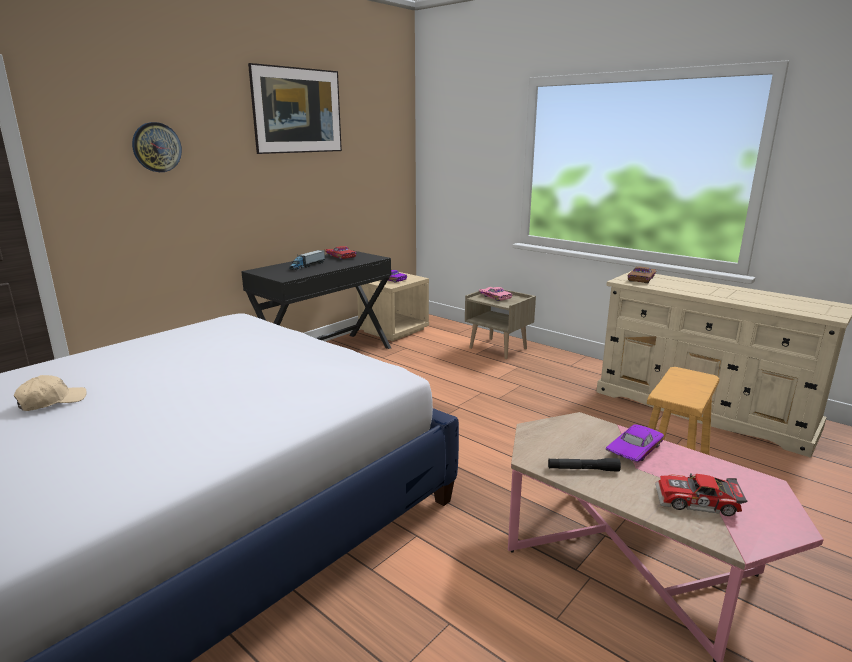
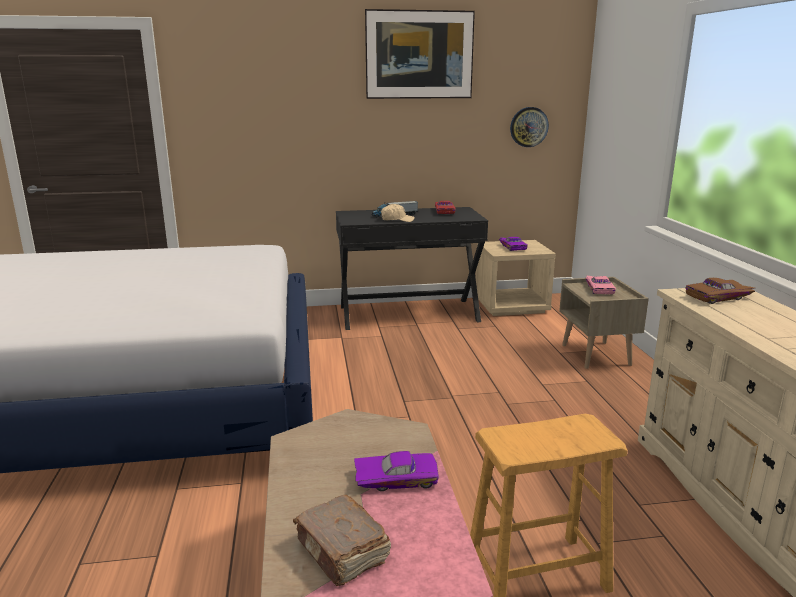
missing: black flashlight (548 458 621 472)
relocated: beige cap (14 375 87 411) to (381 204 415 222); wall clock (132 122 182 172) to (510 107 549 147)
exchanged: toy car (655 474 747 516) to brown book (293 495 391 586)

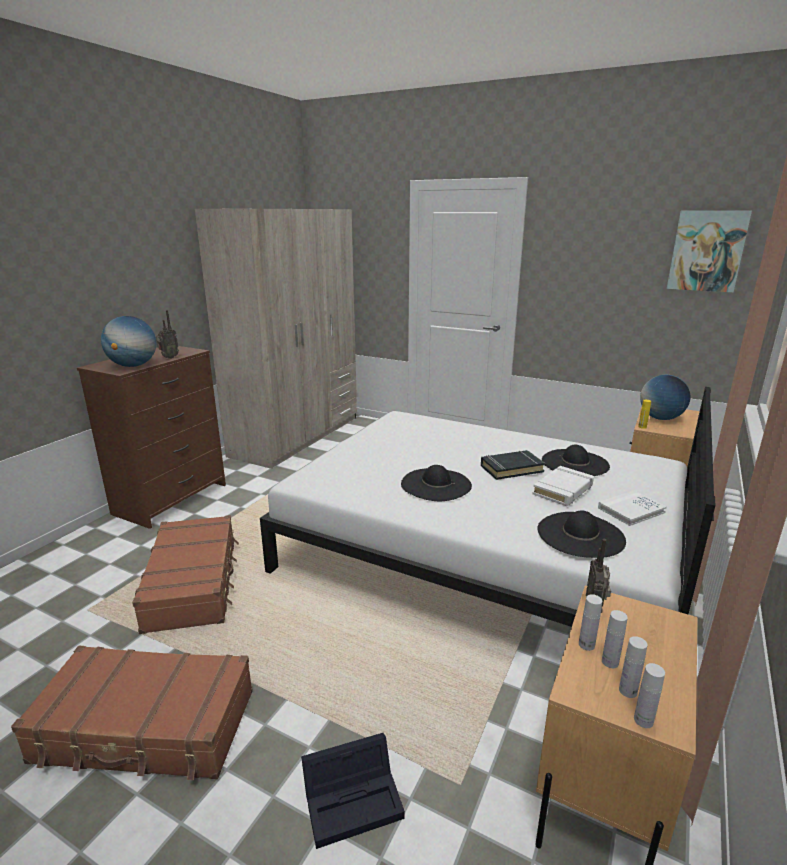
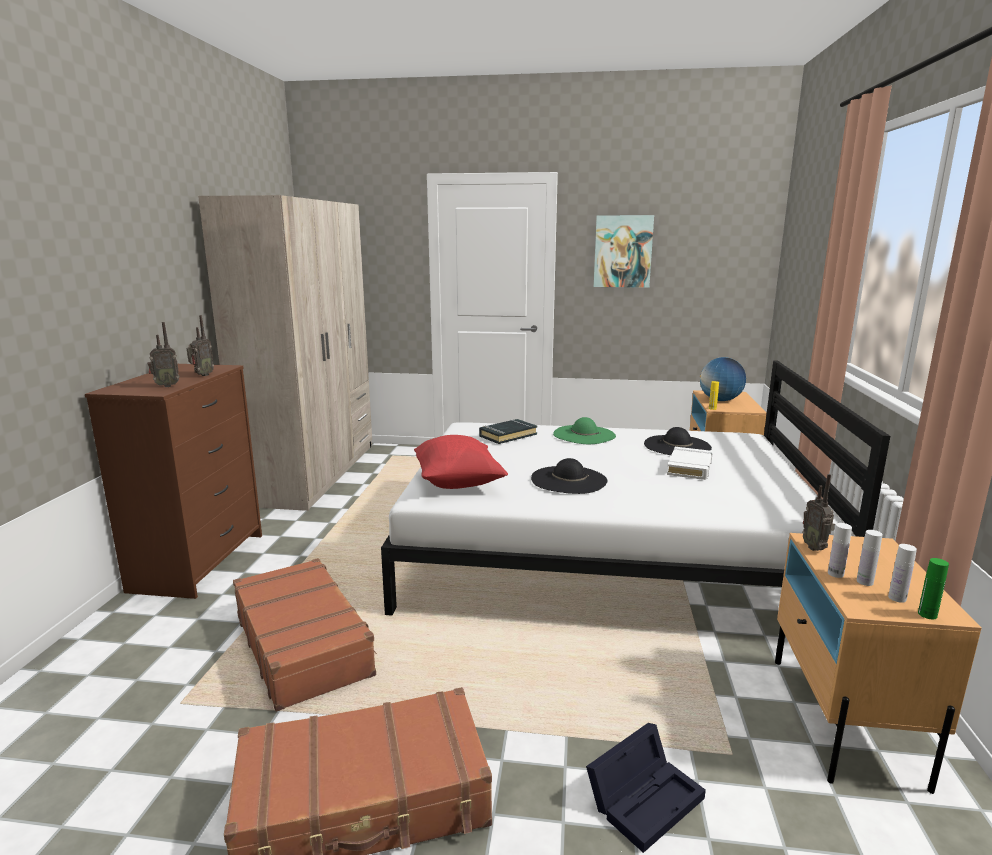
missing: black hat (537 510 626 558); white book (598 491 667 526)
appeared: red pillow (414 435 508 489); green hat (553 417 616 444)
relocated: black book (481 450 545 480) to (479 419 537 444); picture (667 211 752 293) to (594 215 654 288)
exchanged: globe (101 316 156 367) to radio (147 322 180 387)
colour: white bottle (634 663 665 728) to green bottle (918 558 949 619)

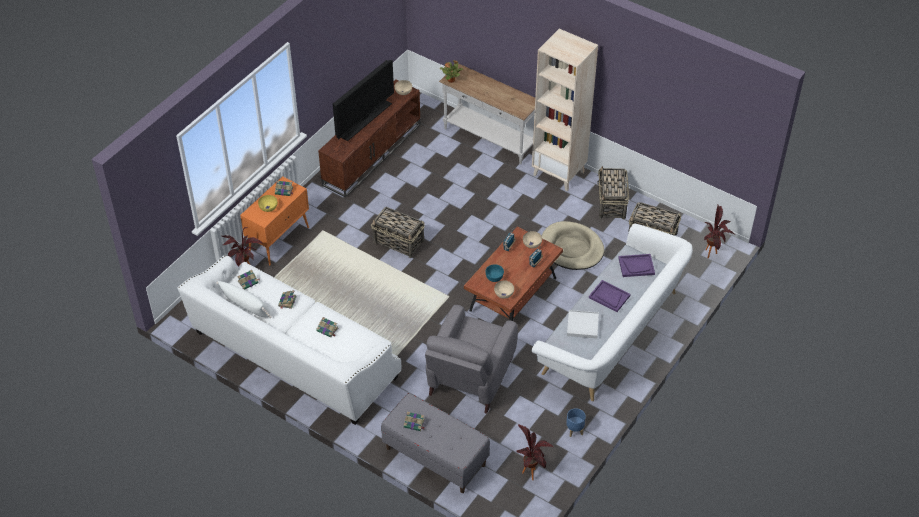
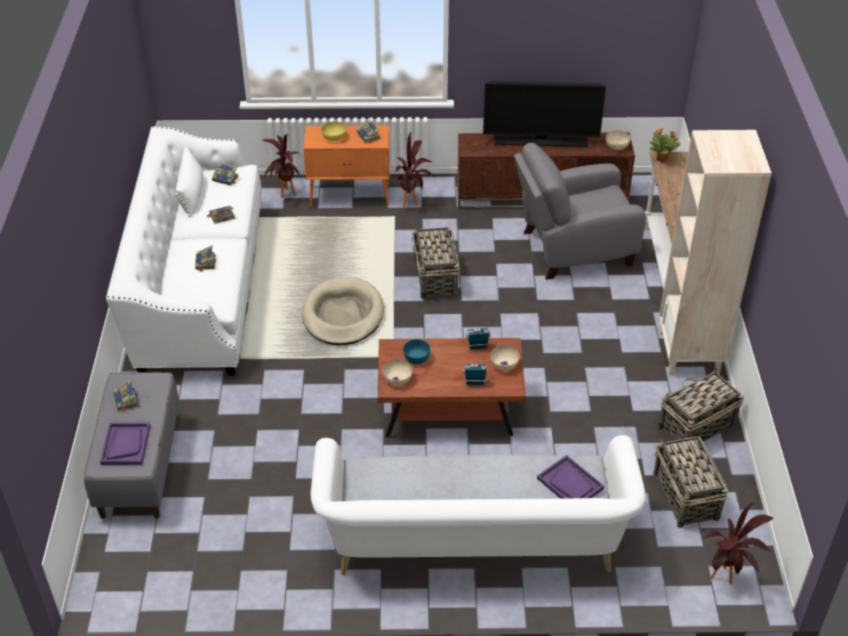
missing: blue planter (566 408 586 437); white tray (567 310 599 339)
relocated: purple tray (589 280 631 312) to (100 423 150 465); beige dog bed (541 221 604 270) to (302 277 384 345); potted plant (516 424 553 480) to (396 133 435 208); grey armchair (425 305 518 414) to (514 143 646 280)

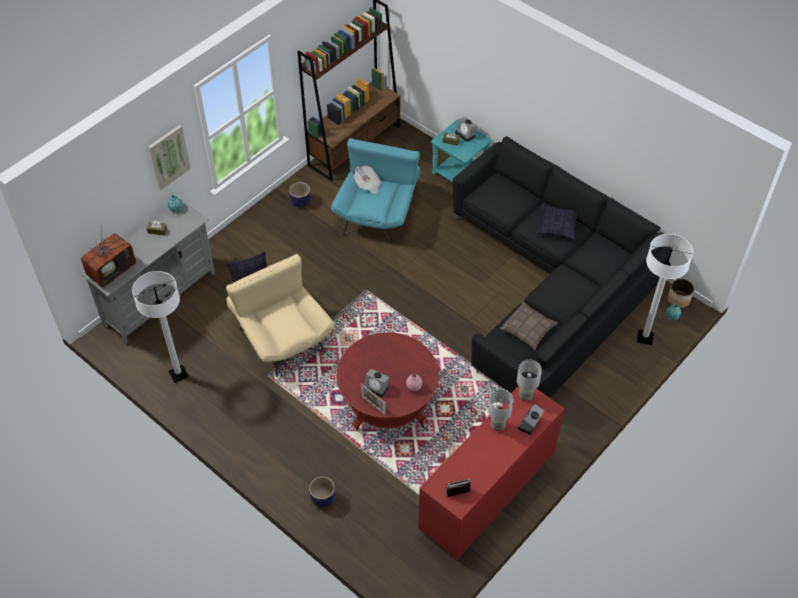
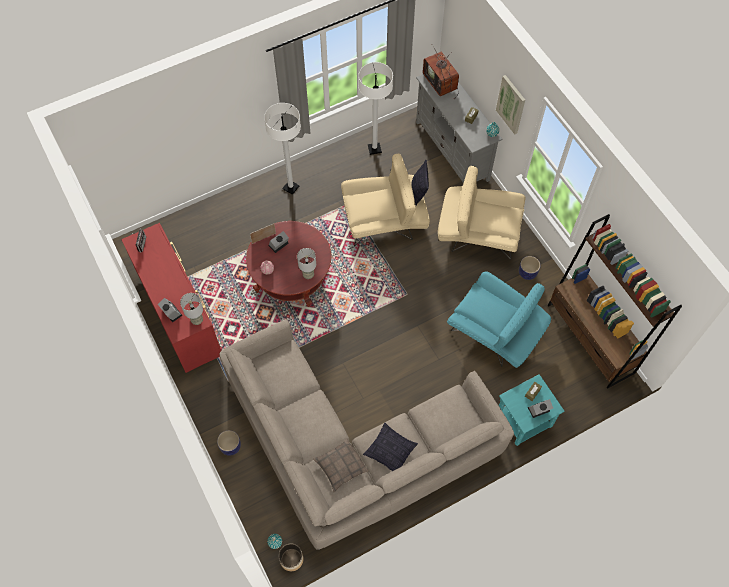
missing: newspaper (354 166 381 194)
appeared: beige armchair (438 166 526 260)
relocated: planter (309 476 335 507) to (217 430 241 456); white floor lamp (637 234 693 345) to (264 103 301 195); grey table lamp (488 390 513 431) to (297 248 316 279); pillow (500 302 558 350) to (313 438 369 493)
colour: black sofa (453 136 672 398) to beige sofa (220 319 514 550)

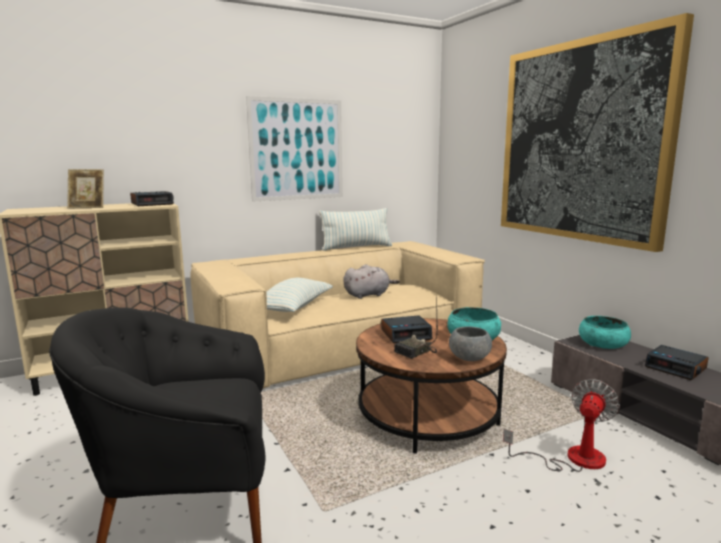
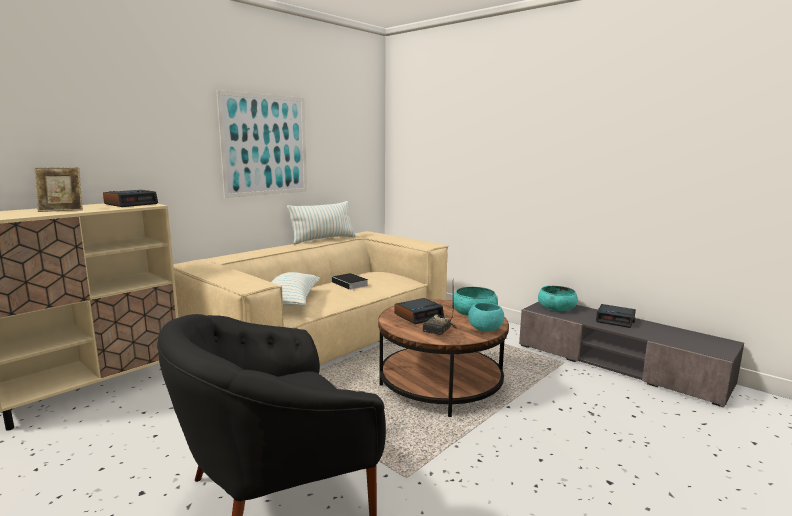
missing: picture (501 13 694 252); fan (503 379 620 472)
exchanged: grey plush toy (343 265 400 299) to book (332 273 369 290)
colour: grey bowl (449 327 492 361) to turquoise bowl (468 303 504 332)

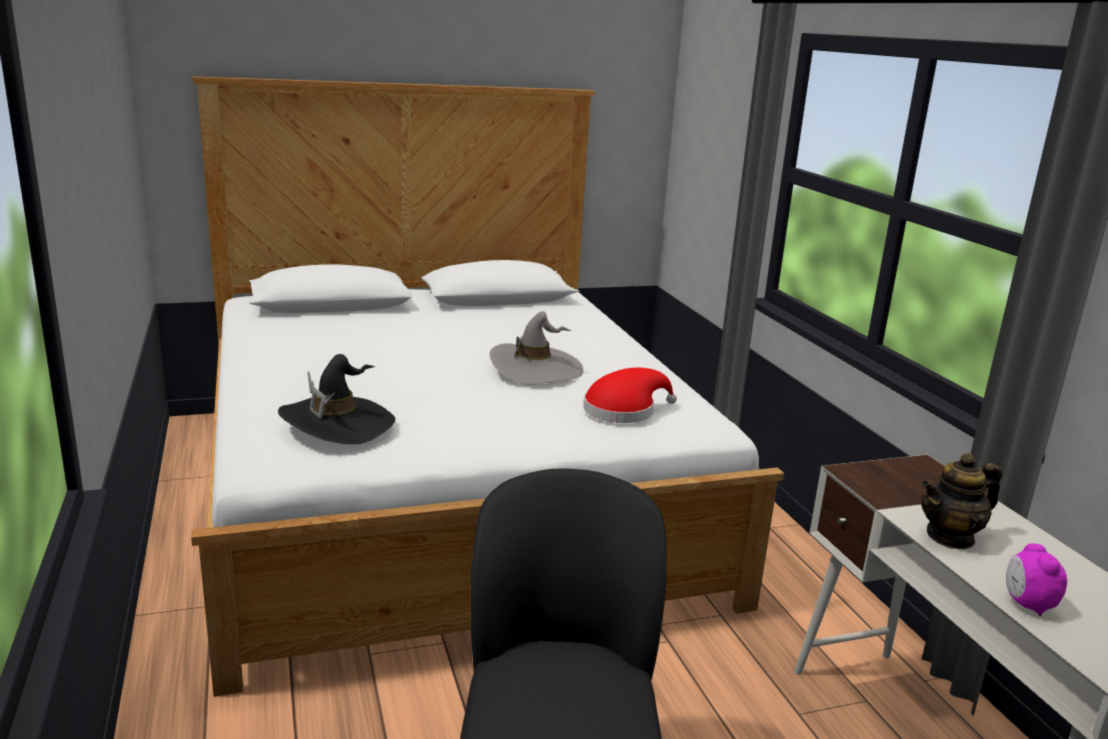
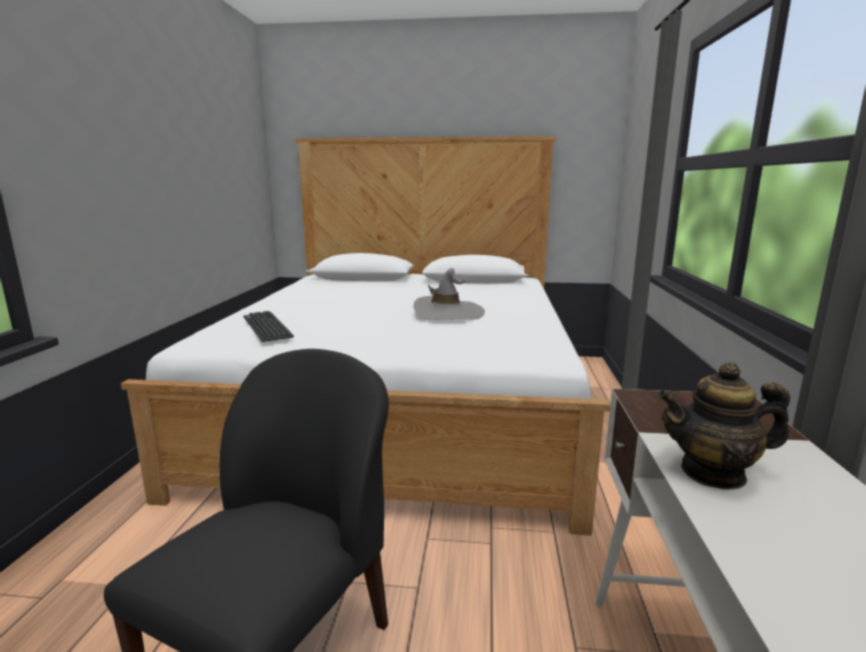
missing: red hat (583 368 677 423); alarm clock (1006 543 1067 616)
exchanged: black hat (278 354 395 444) to keyboard (244 311 294 342)

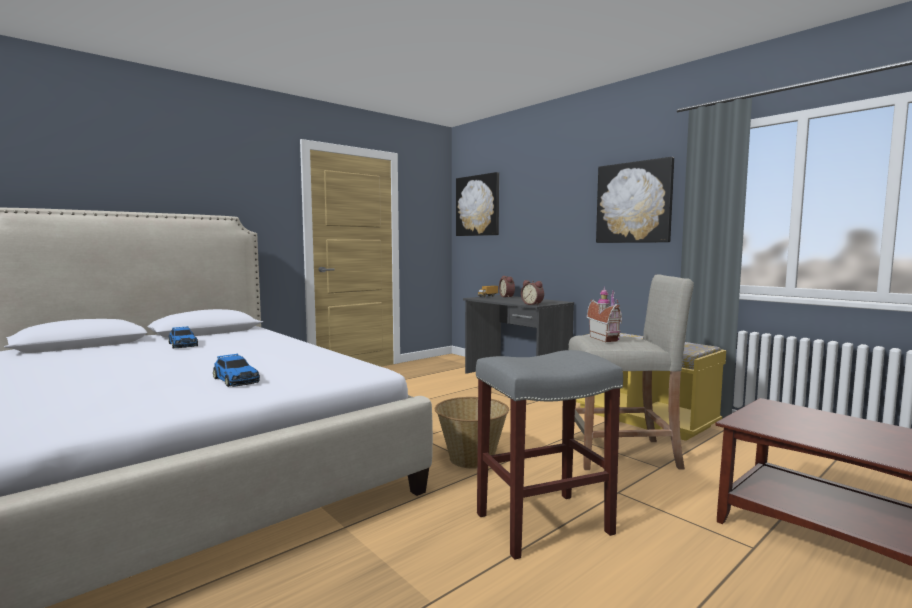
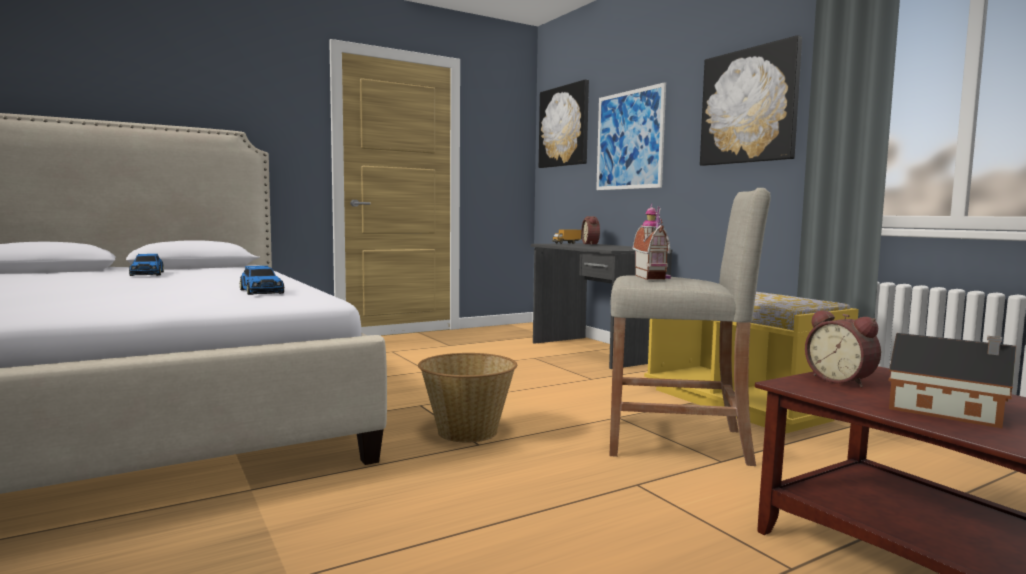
missing: grey stool (476 350 623 560)
appeared: picture (596 82 666 190); toy house (889 333 1016 428)
relocated: toy car (213 354 260 387) to (240 265 284 295); alarm clock (521 280 544 305) to (805 310 881 387)

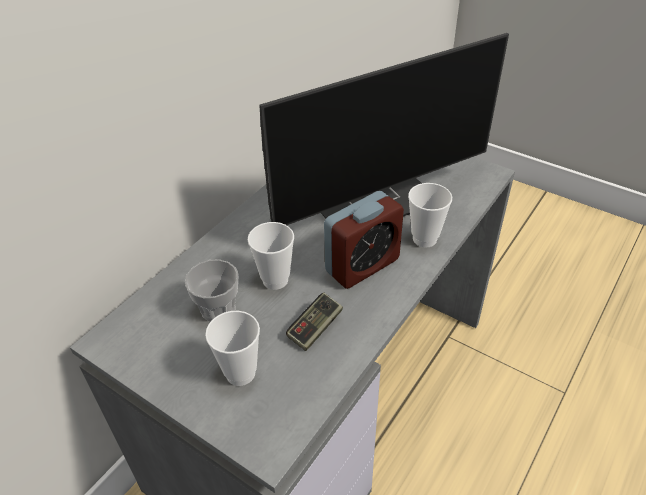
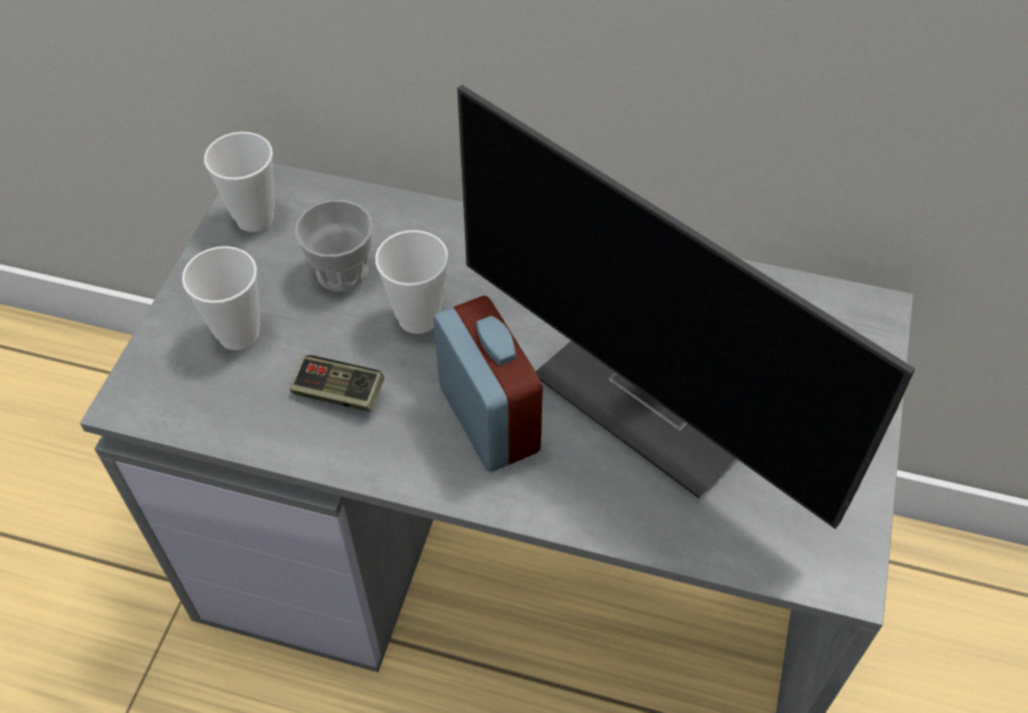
relocated: cup (408 183 452 247) to (204 132 275 232)
spun: alarm clock (324 191 404 289) = (433 296 543 472) 150 degrees counterclockwise

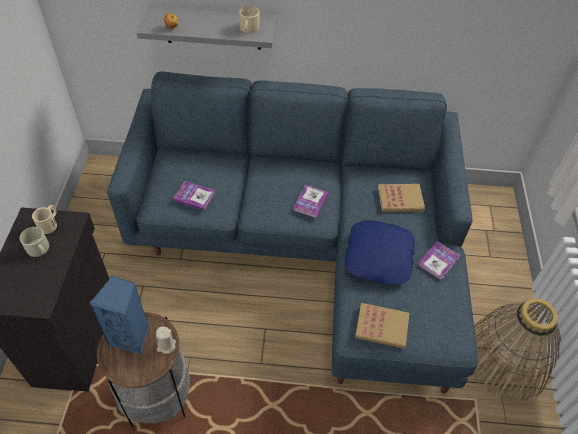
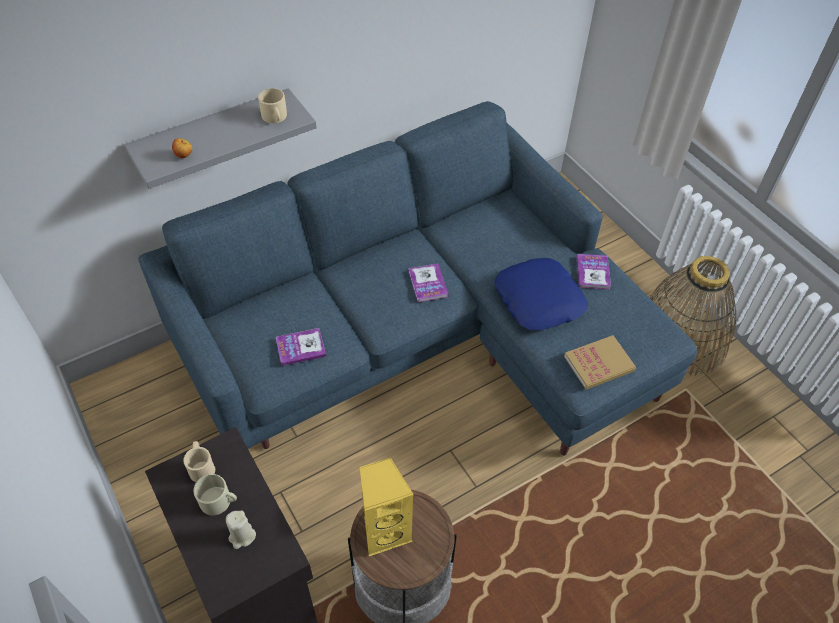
missing: book (378 184 425 212)
relocated: beige candle (156 326 176 354) to (226 511 256 549)
colour: blue speaker (89 276 149 355) to yellow speaker (360 458 414 556)

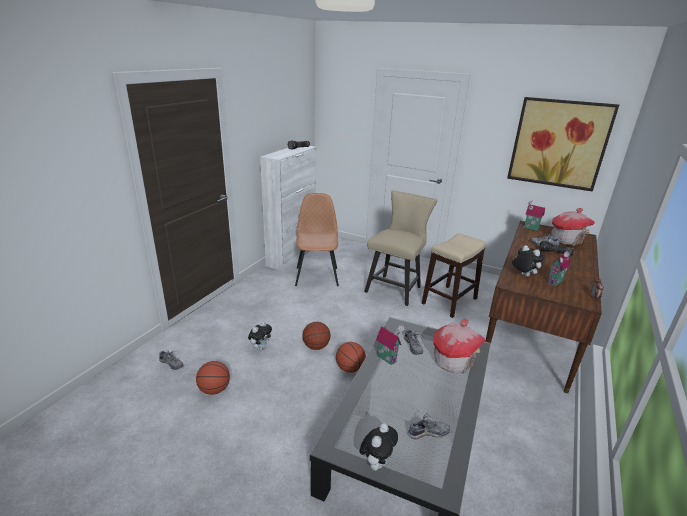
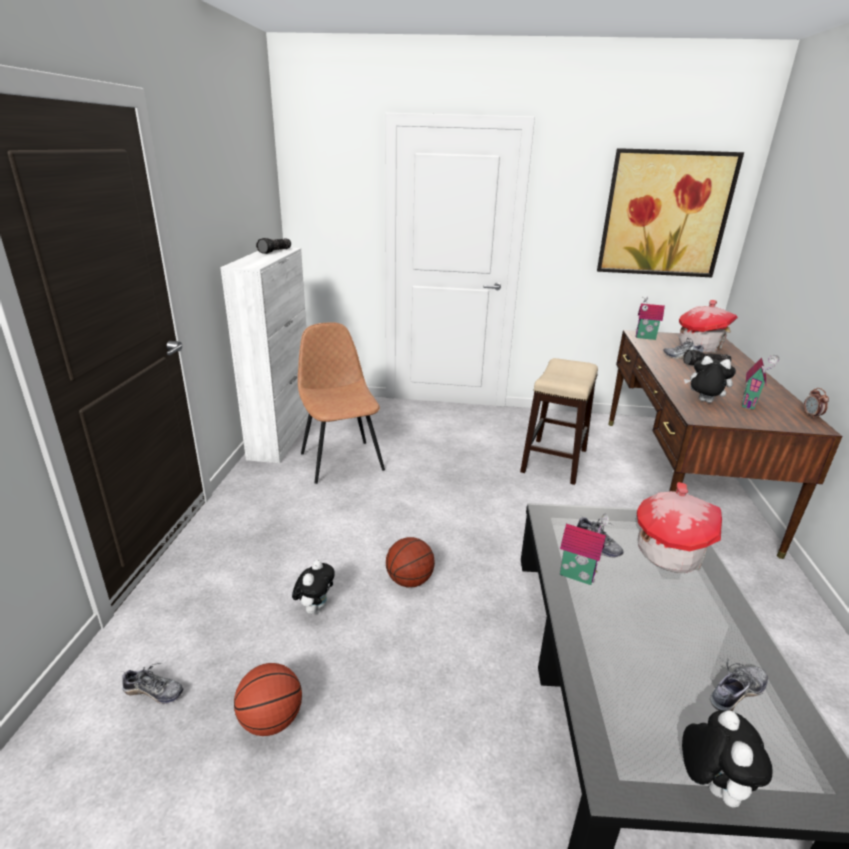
missing: basketball (336 342 366 373); beige chair (364 190 438 306)

